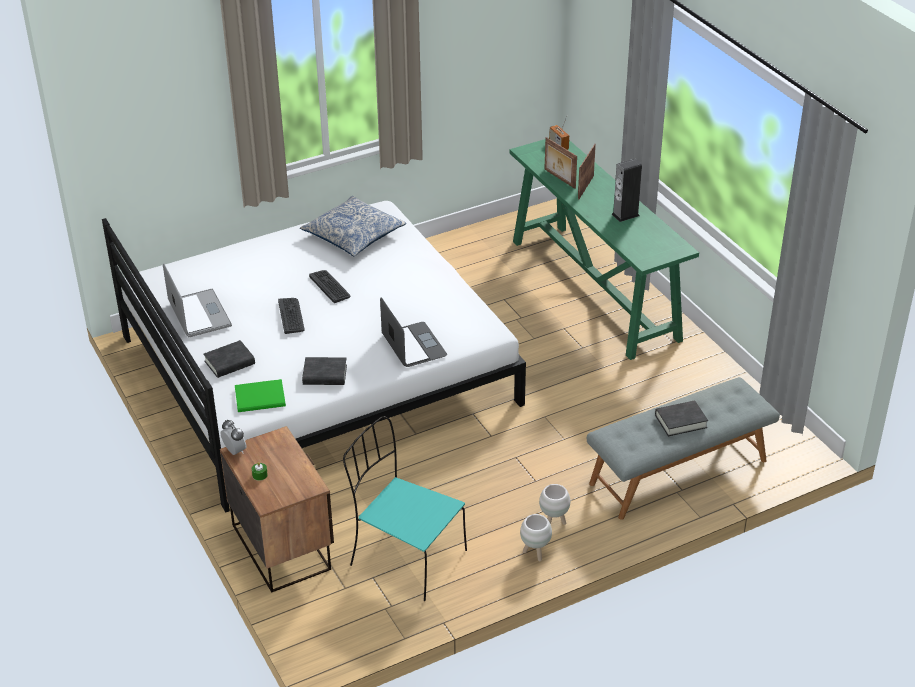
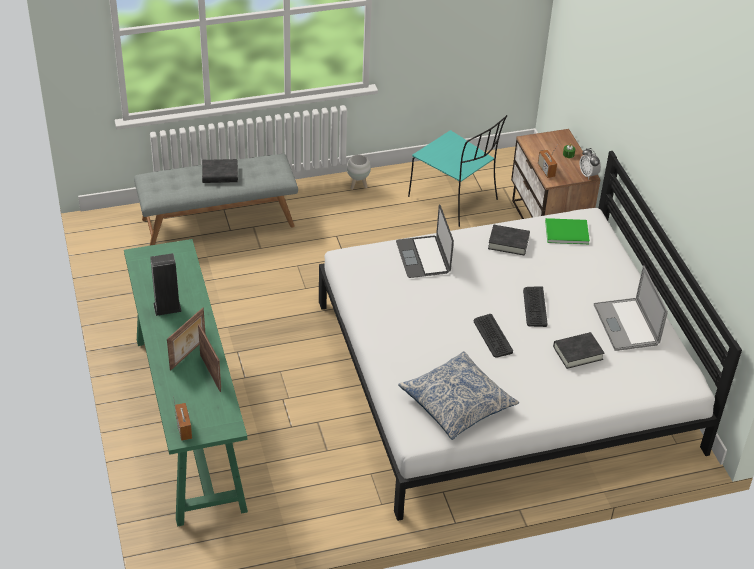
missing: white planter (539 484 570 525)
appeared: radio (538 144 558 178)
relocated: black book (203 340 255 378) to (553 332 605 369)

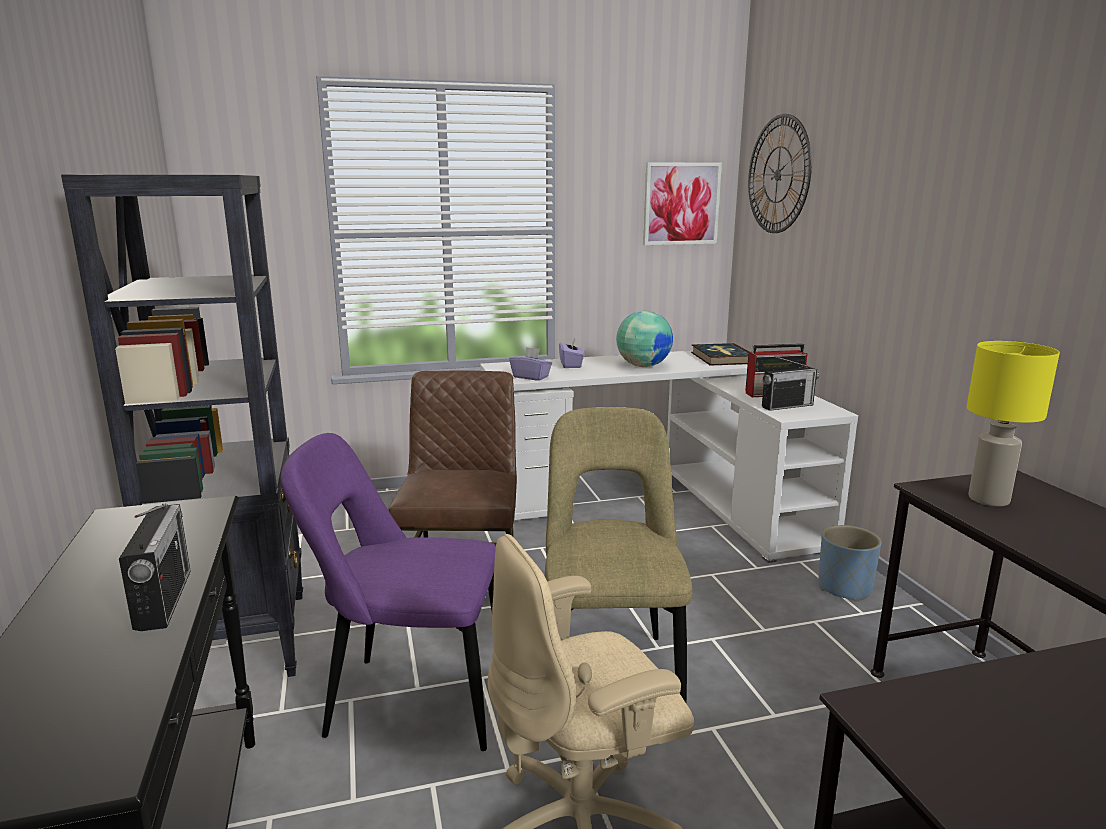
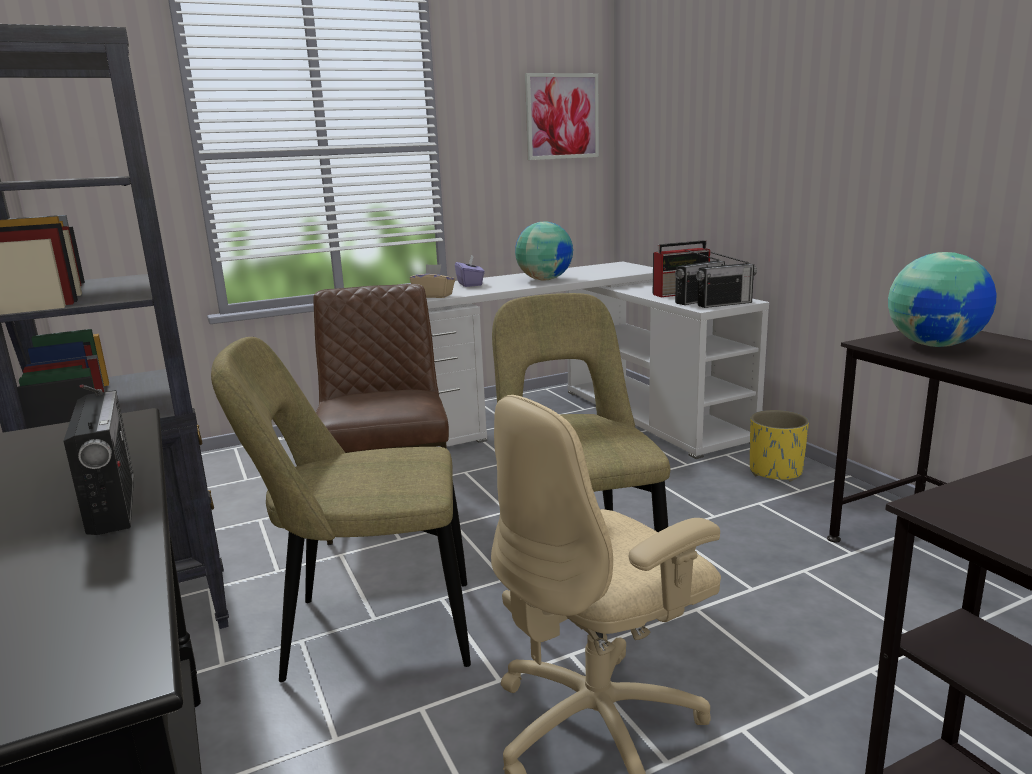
missing: book (691 343 749 366); wall clock (748 114 812 233)
appeared: radio (696 251 757 308)
exchanged: yellow table lamp (966 341 1060 507) to globe (888 252 996 347)
colour: purple chair (281 433 496 751) to beige chair (211 337 471 682); purple tissue box (509 347 552 381) to beige tissue box (410 264 455 298); blue planter (818 525 881 601) to yellow planter (750 410 809 481)

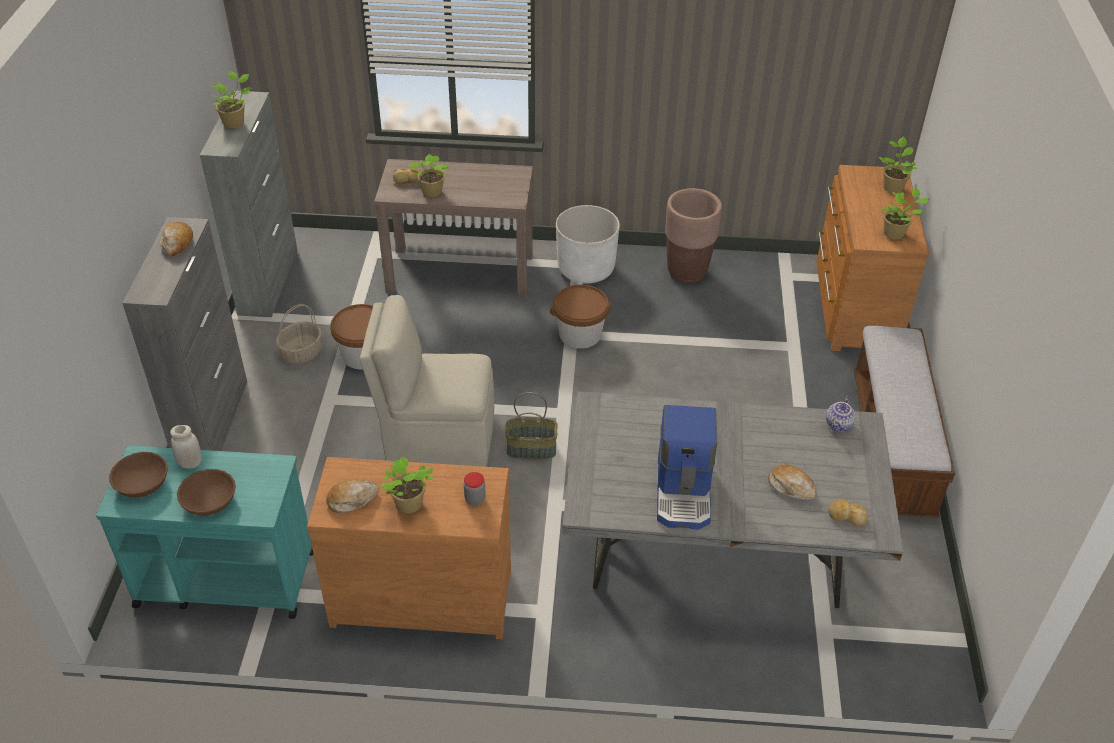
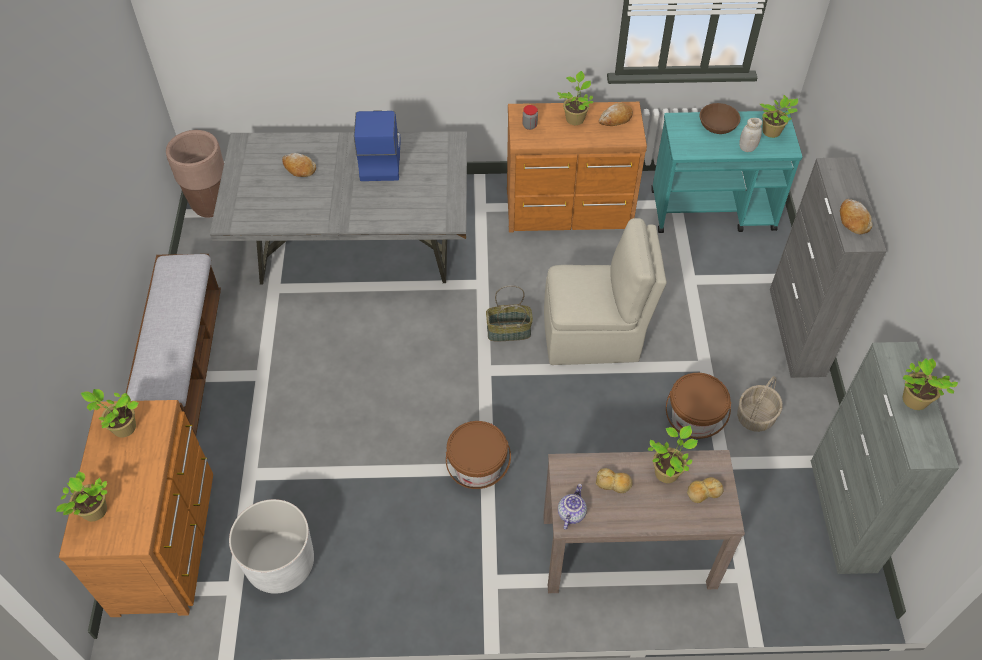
relocated: brown planter (665 188 722 284) to (166 130 224 217); white planter (556 205 620 283) to (229 499 314 594); teapot (826 396 855 432) to (558 484 587 530); bread (828 499 868 527) to (596 468 633 493)
exchanged: brown bowl (109 452 168 498) to potted plant (760 95 798 138)

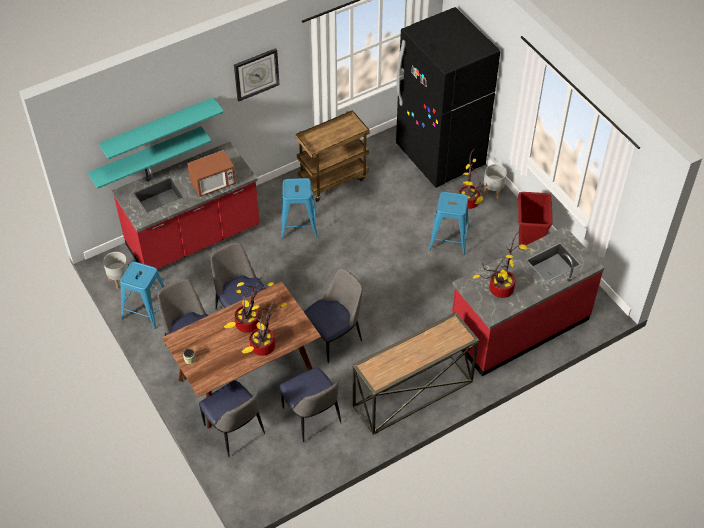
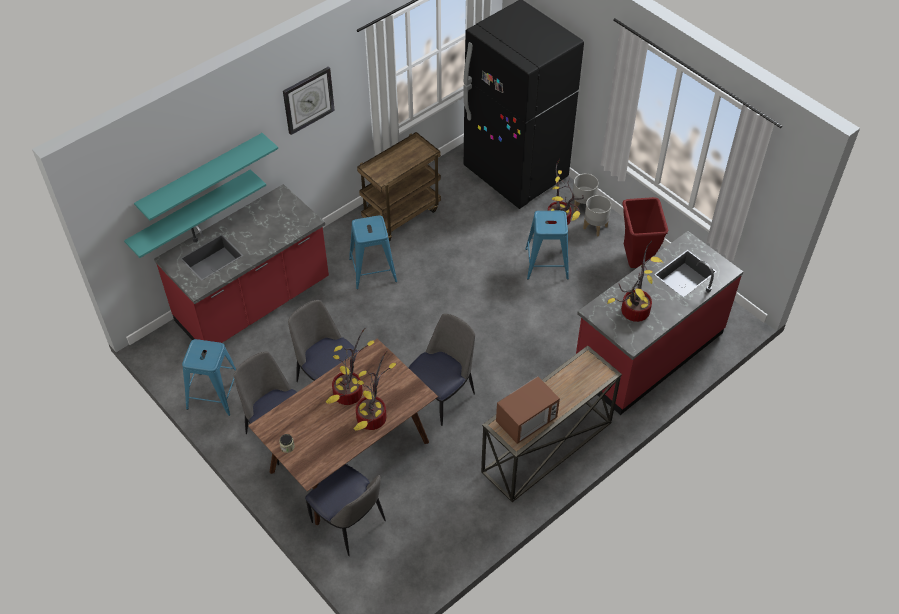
missing: chair (280 367 341 442)
relocated: microwave (187 150 236 197) to (496 376 560 444); grey planter (103 252 128 289) to (583 195 611 237)

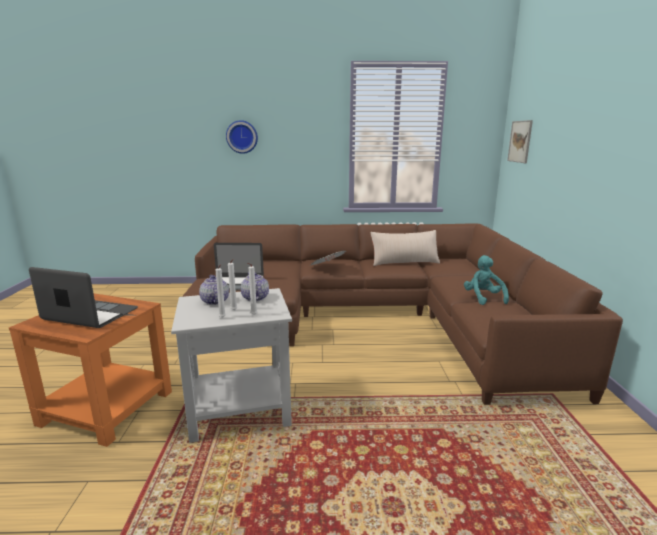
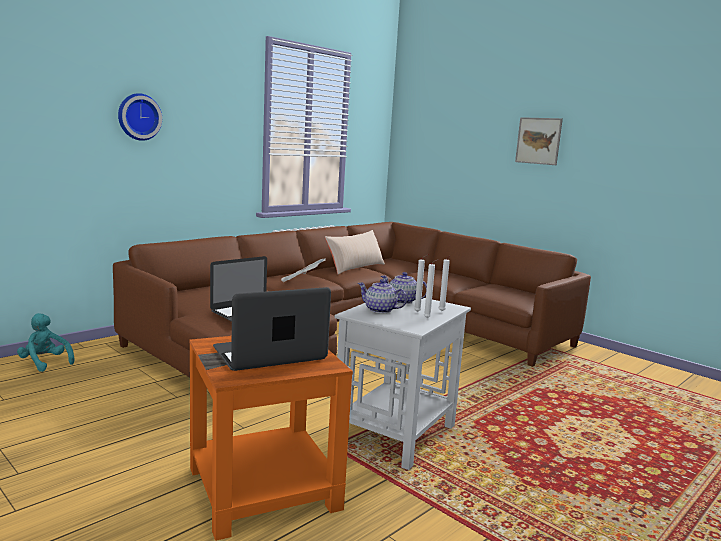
relocated: turquoise plush toy (464 255 509 305) to (17 313 75 372); picture (507 120 533 163) to (515 117 563 165)

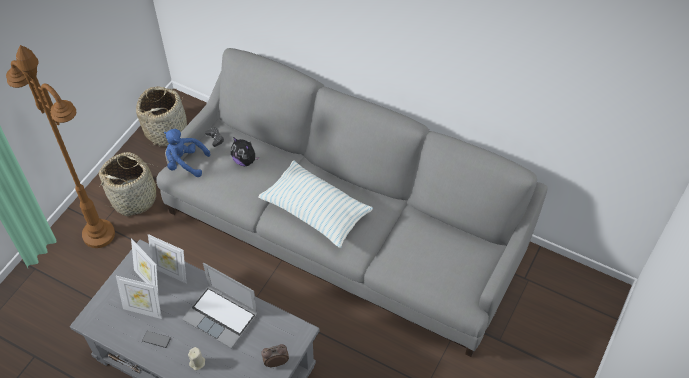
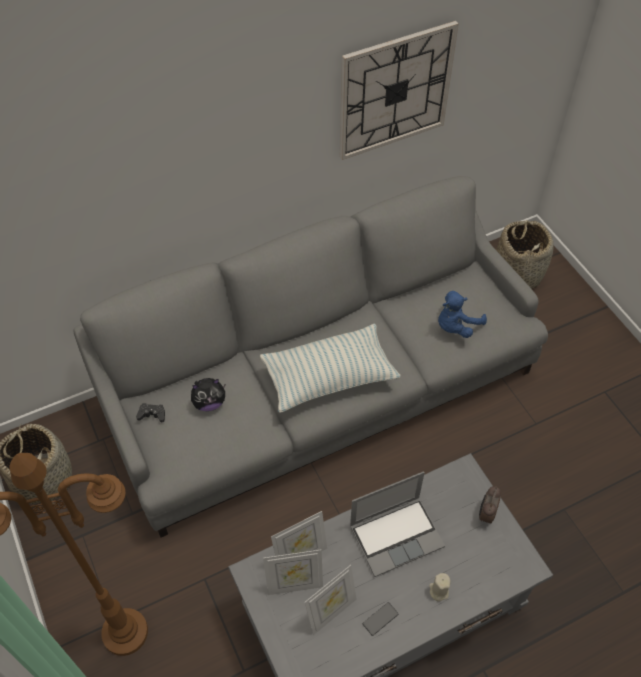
appeared: wall clock (340 21 459 160)
relocated: blue plush toy (164 129 210 177) to (438 291 487 338); basket (99 152 157 216) to (496 220 554 289)

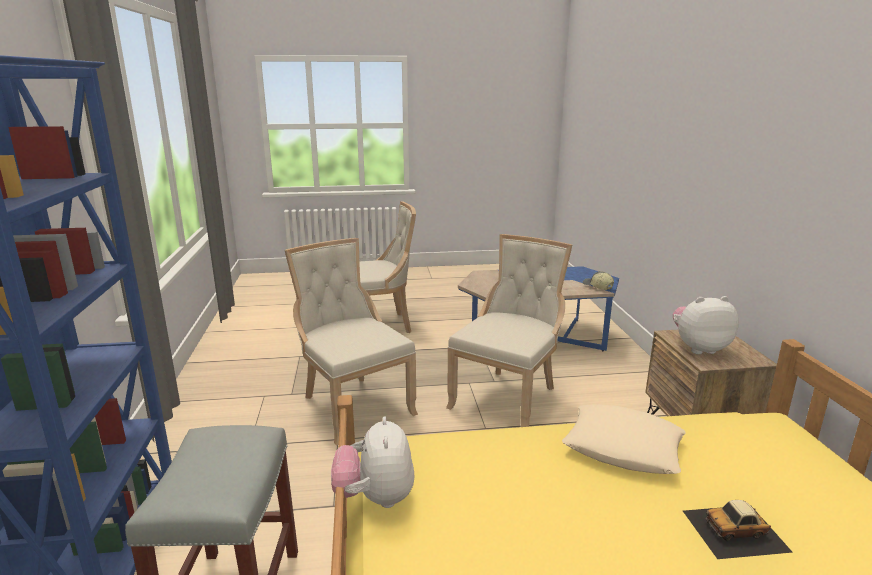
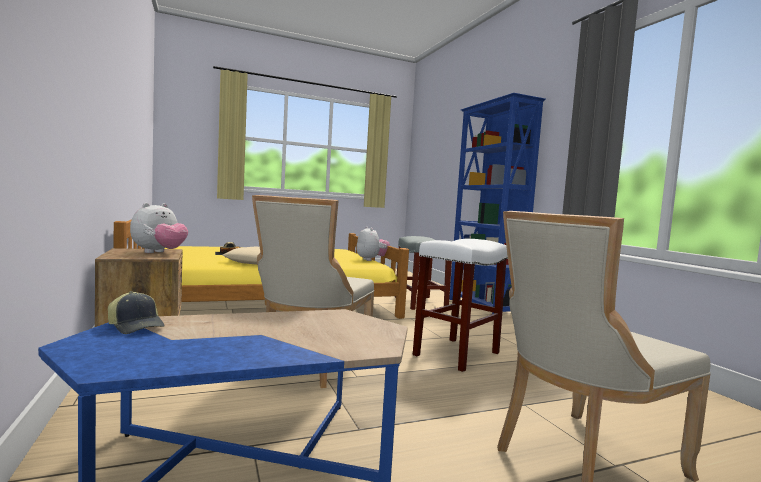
exchanged: beige chair (285 238 418 446) to white stool (413 239 508 372)
spun: plush toy (673 296 739 354) = (130 203 188 253) 45 degrees counterclockwise

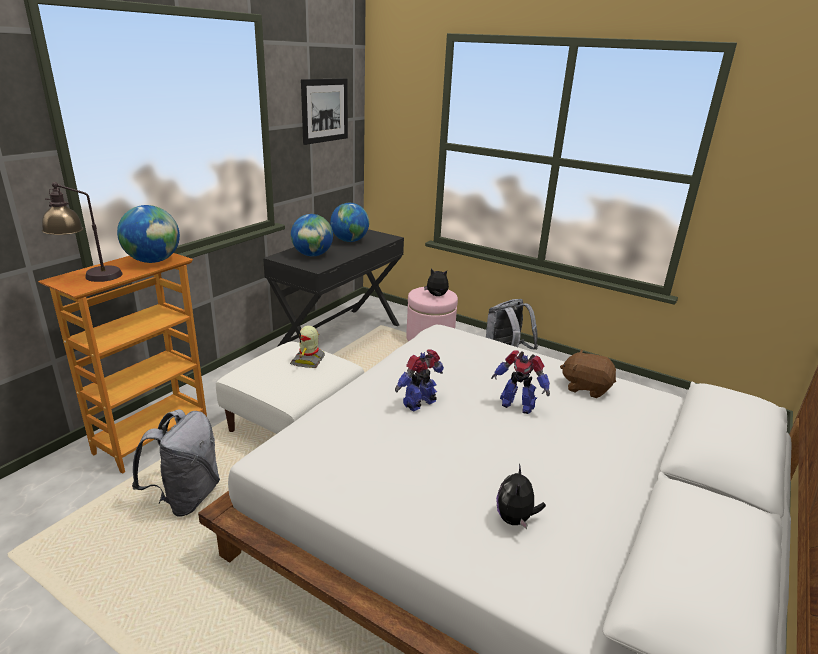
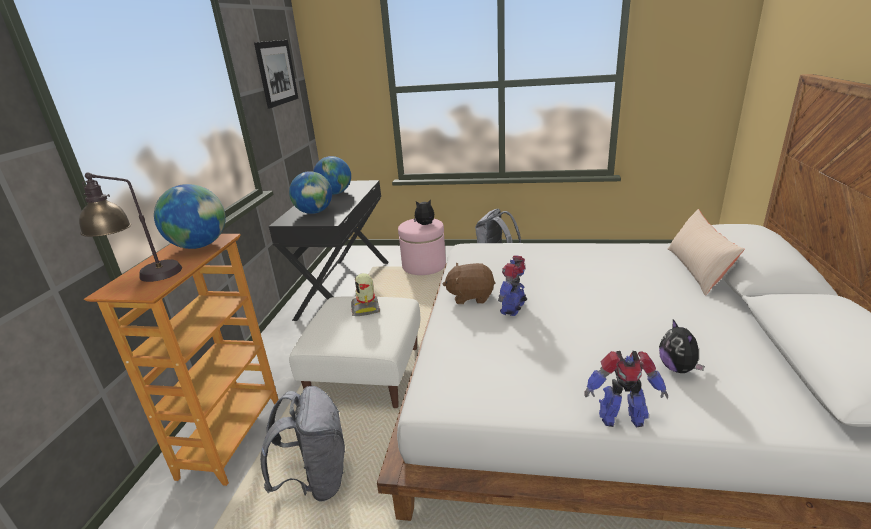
appeared: beige pillow (668 209 745 296)
relocated: brown plush toy (560 349 616 398) to (443 263 495 304); toy robot (491 350 550 414) to (584 351 668 427)

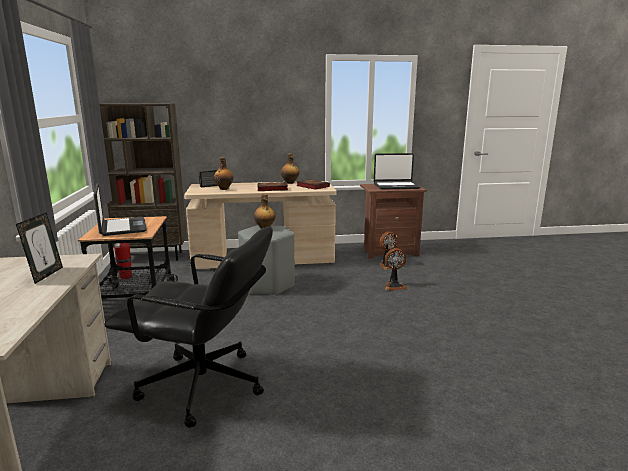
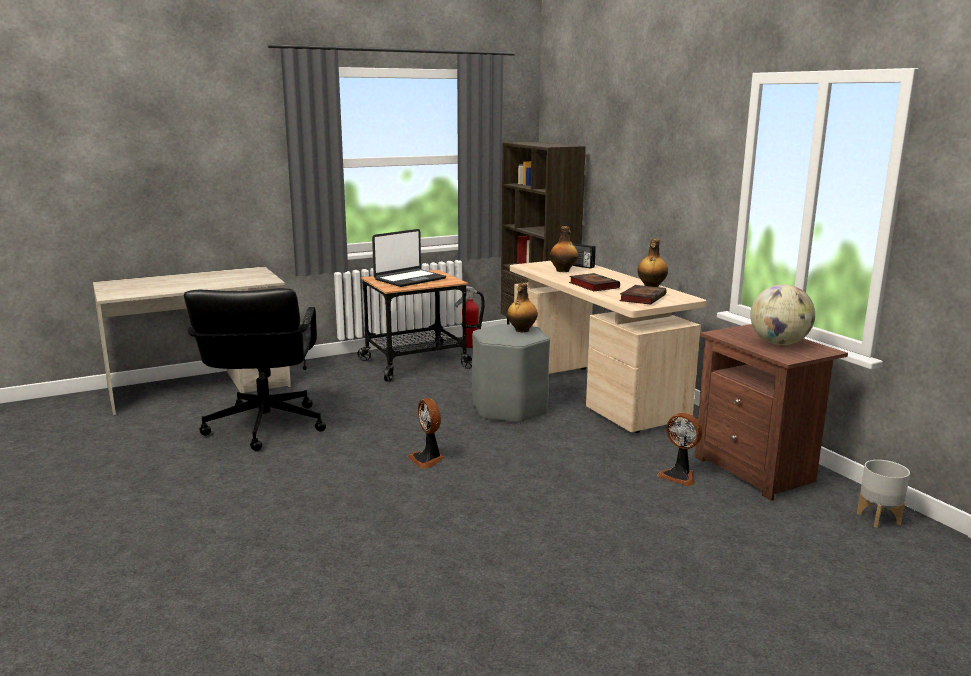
missing: picture frame (16 212 63 284)
appeared: grey planter (857 460 910 528)
relocated: fan (385 248 407 290) to (408 398 444 468)
exchanged: laptop (374 153 420 190) to globe (750 284 815 345)

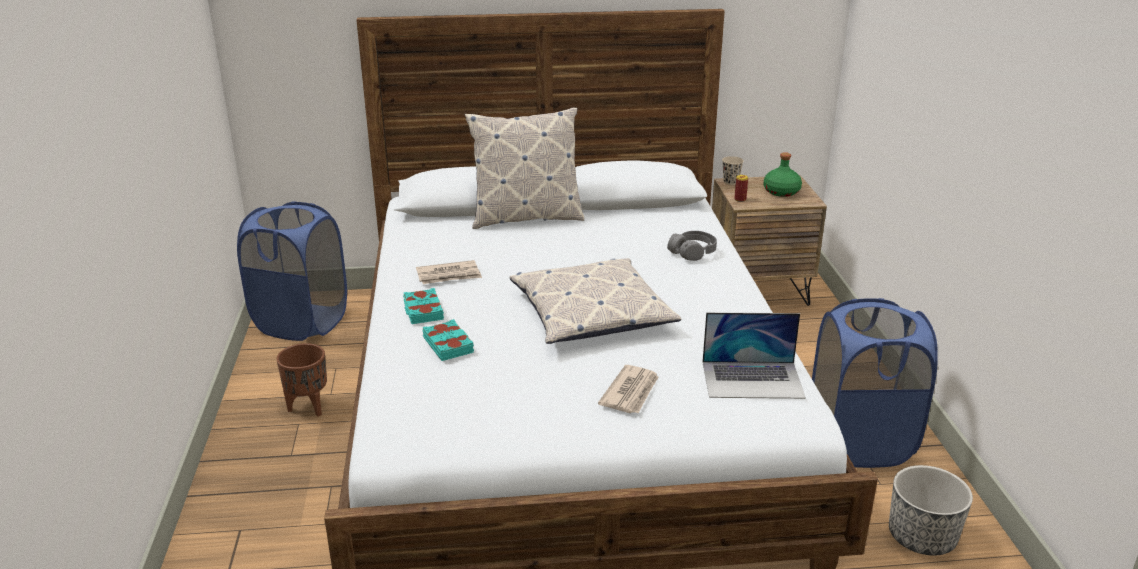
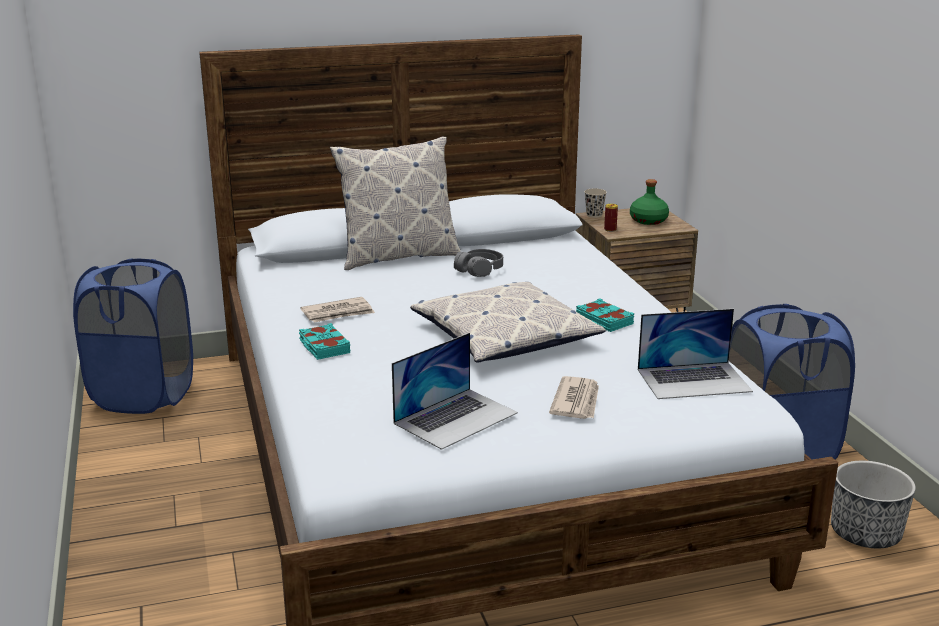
missing: brown planter (276 343 327 416)
appeared: laptop (392 333 518 450)
relocated: grey headphones (667 231 717 261) to (454 249 503 277); turquoise book (423 319 474 361) to (576 298 634 332)

